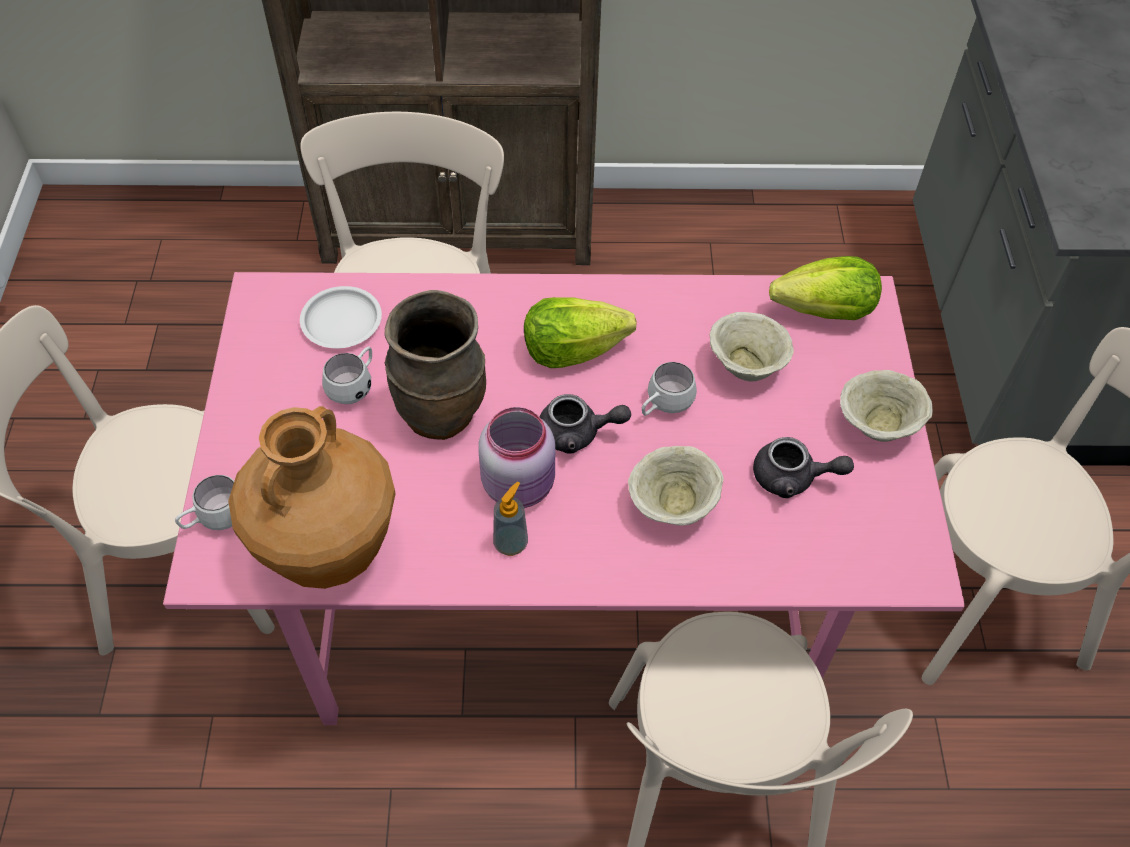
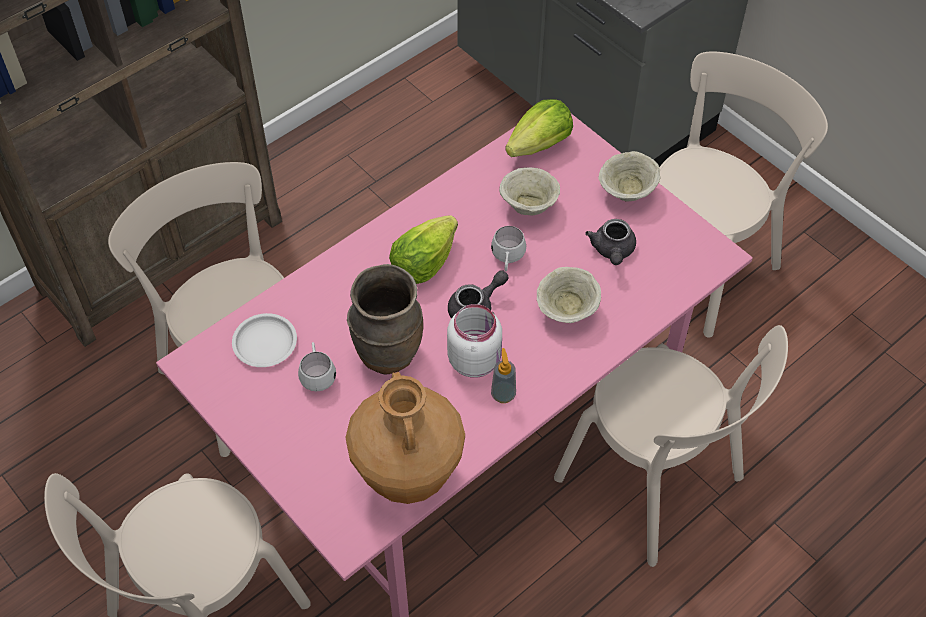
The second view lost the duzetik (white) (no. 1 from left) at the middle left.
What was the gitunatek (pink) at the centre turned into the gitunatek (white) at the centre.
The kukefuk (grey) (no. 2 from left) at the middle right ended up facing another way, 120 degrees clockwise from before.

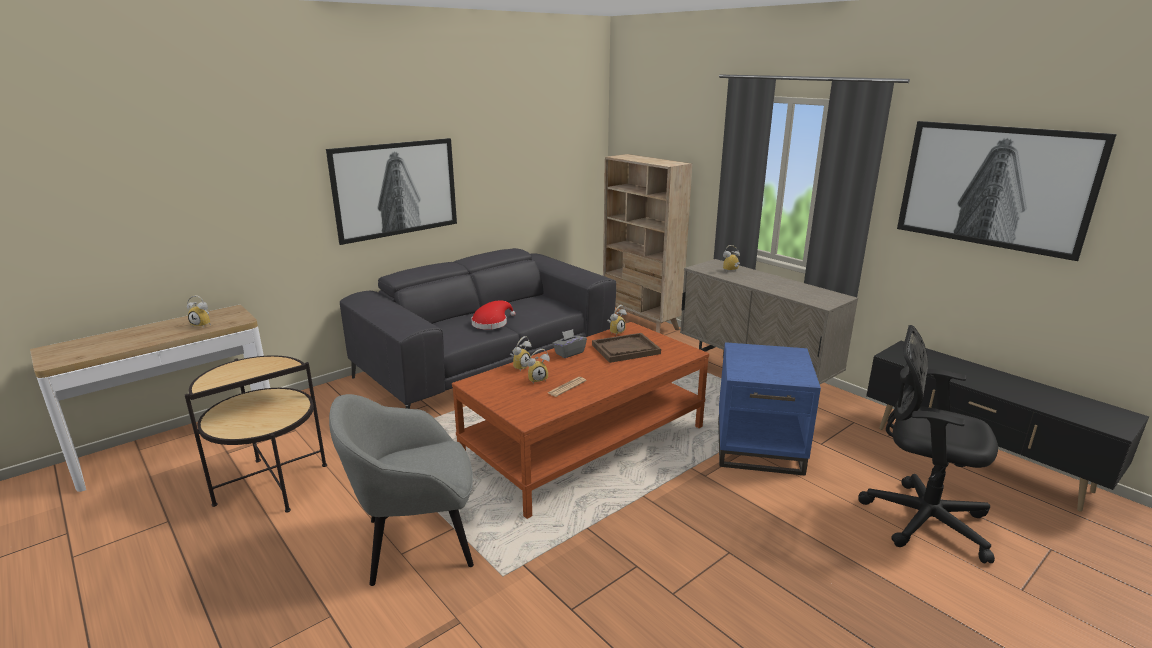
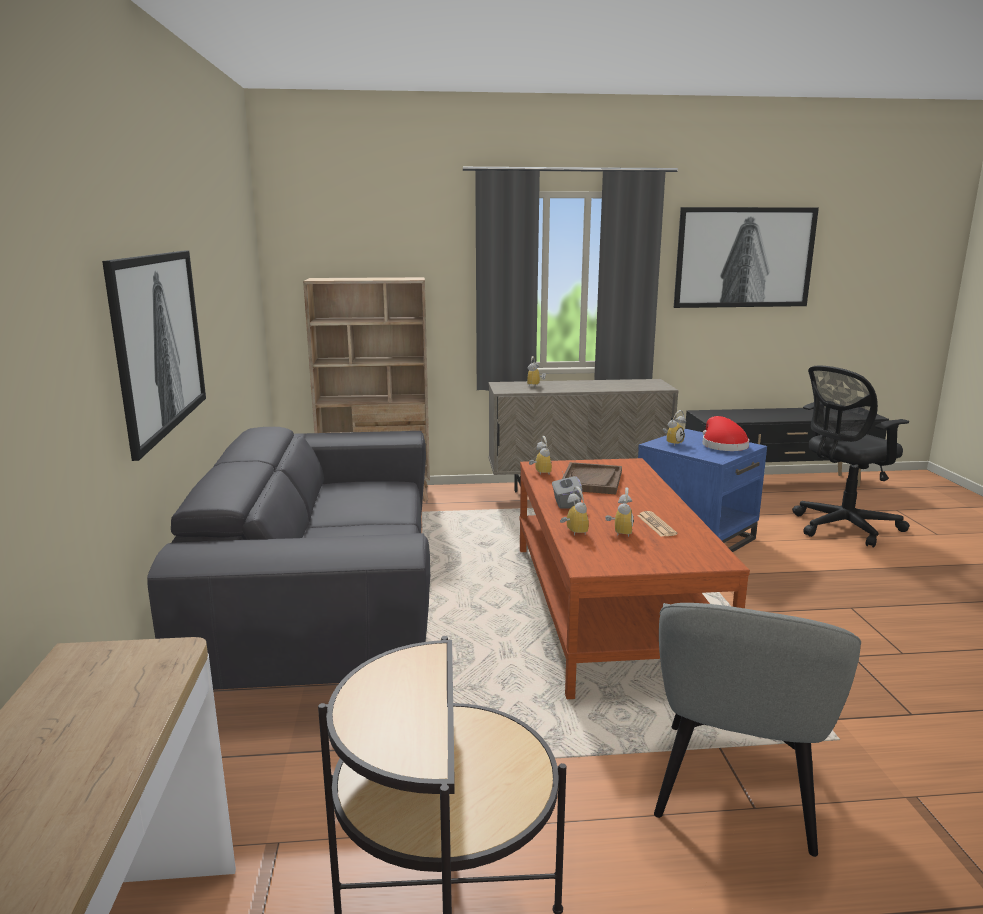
The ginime (no. 1 from left in the first image) ended up elsewhere, having gone from the middle left to the middle right.
The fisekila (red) ended up elsewhere, having gone from the centre to the middle right.

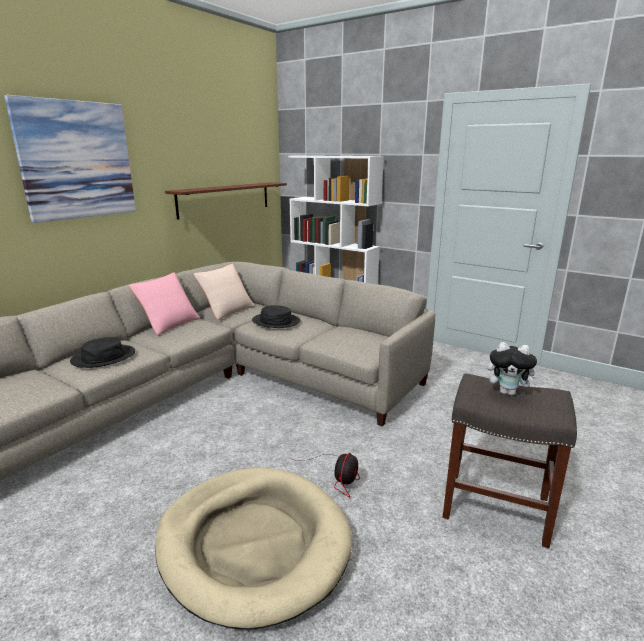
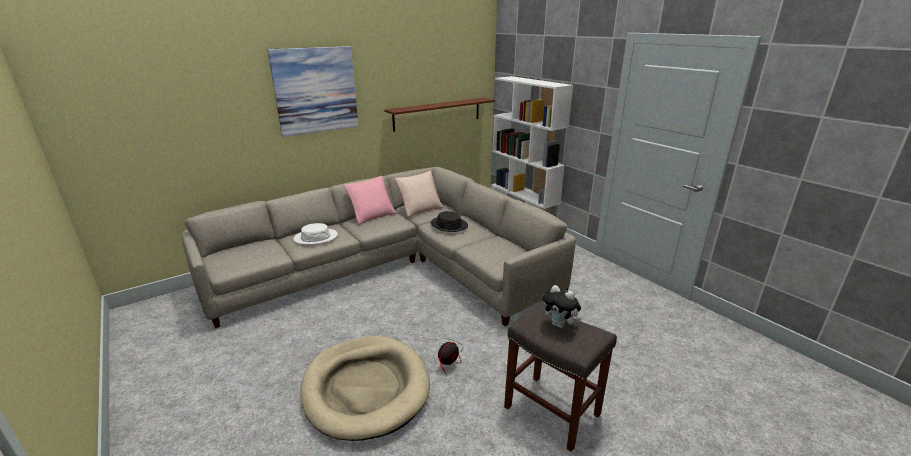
What was the fisekila (black) (no. 1 from left) at the middle left turned into the fisekila (white) at the centre.

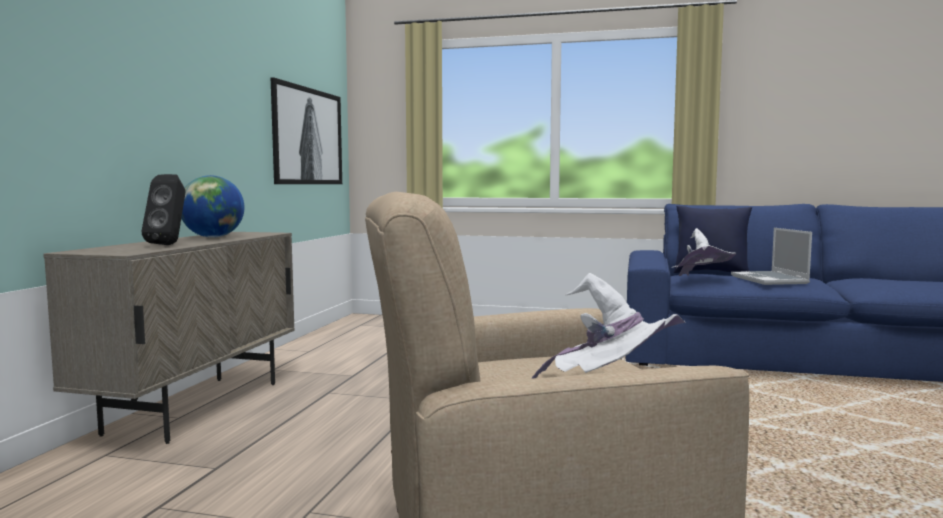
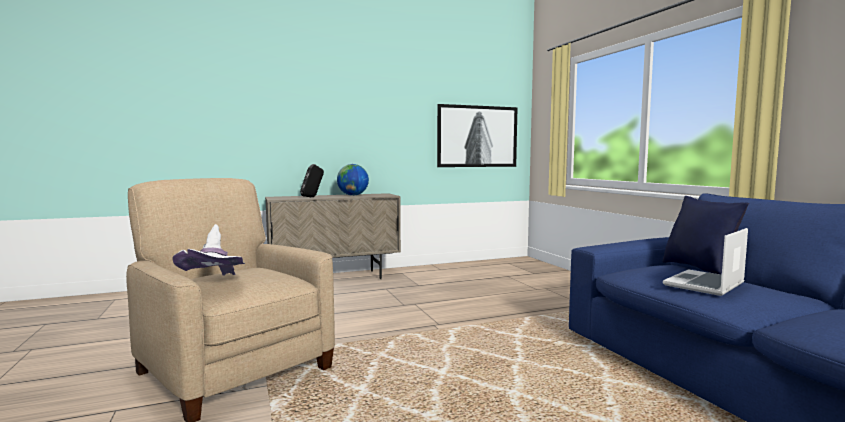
The second view lost the fisekila (white) (no. 2 from left) at the middle right.

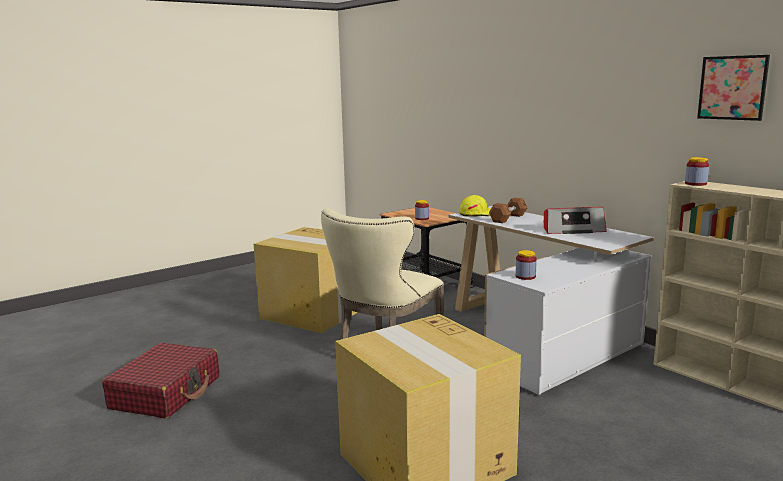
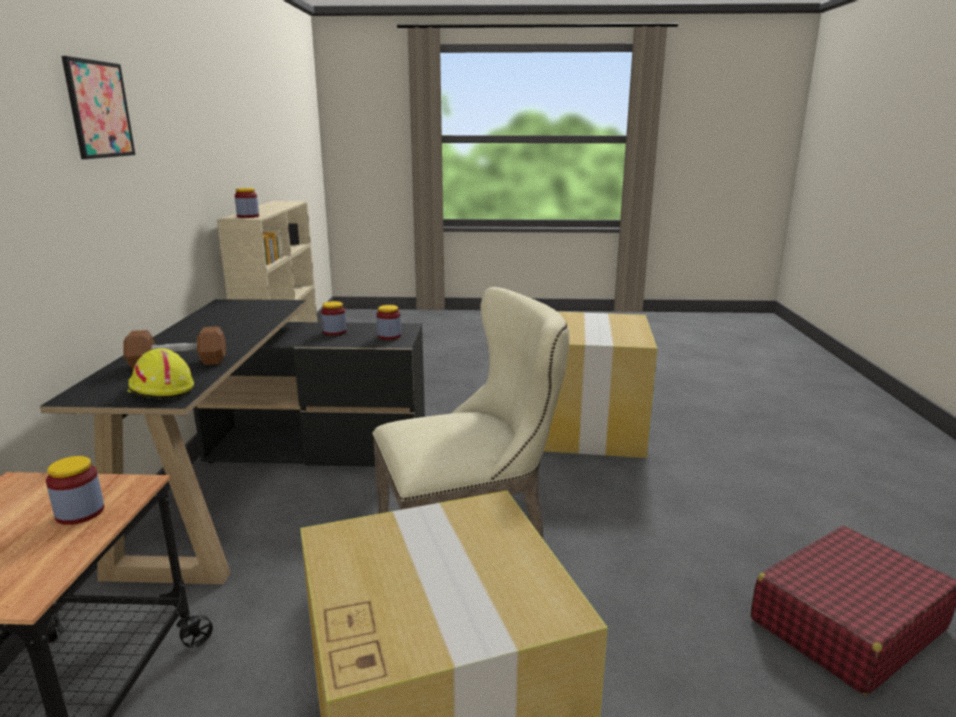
What was the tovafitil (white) at the middle right turned into the tovafitil (black) at the middle left.
The second view lost the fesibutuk at the middle right.
The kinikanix ended up elsewhere, having gone from the top right to the top left.
The second view gained the gitunatek (no. 3 from left) at the centre.

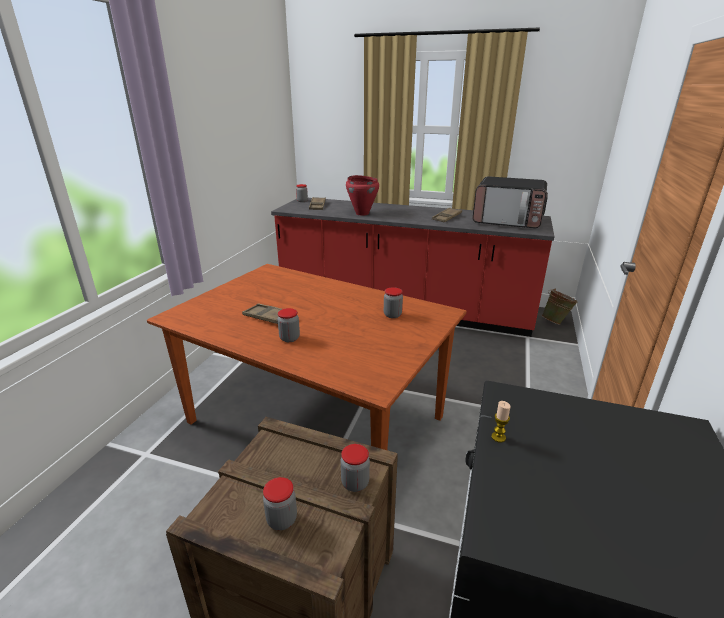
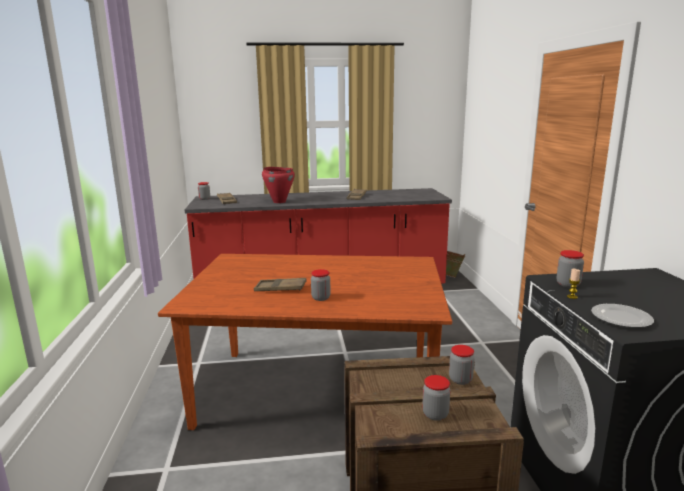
The gitunatek (no. 5 from left) ended up elsewhere, having gone from the centre to the middle right.
The second view lost the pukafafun at the top right.
The second view gained the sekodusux at the middle right.

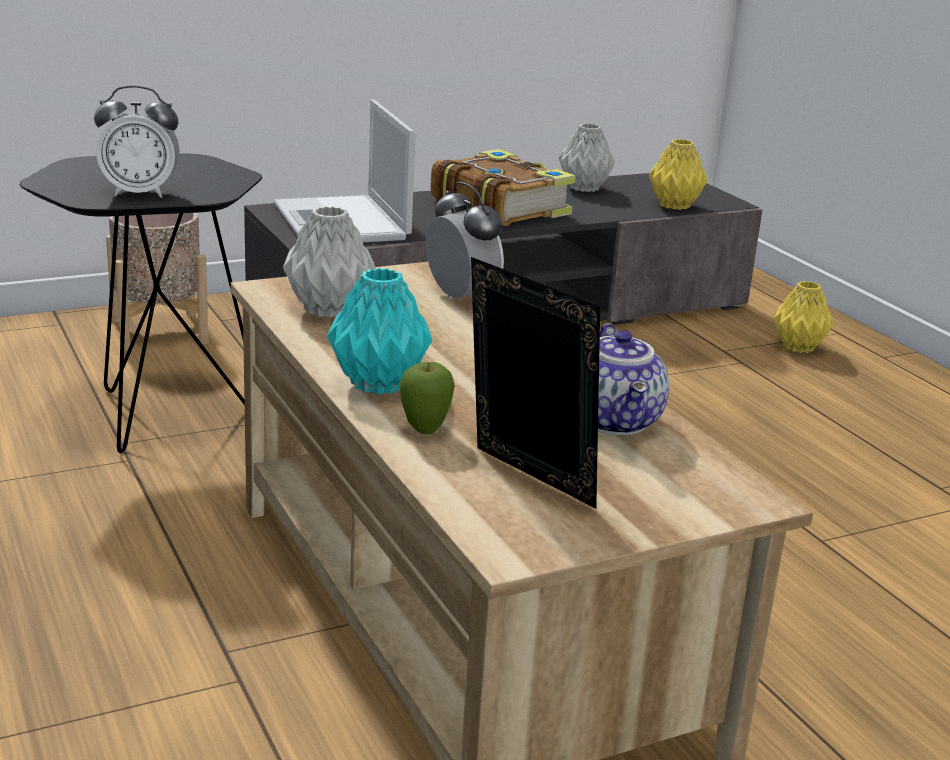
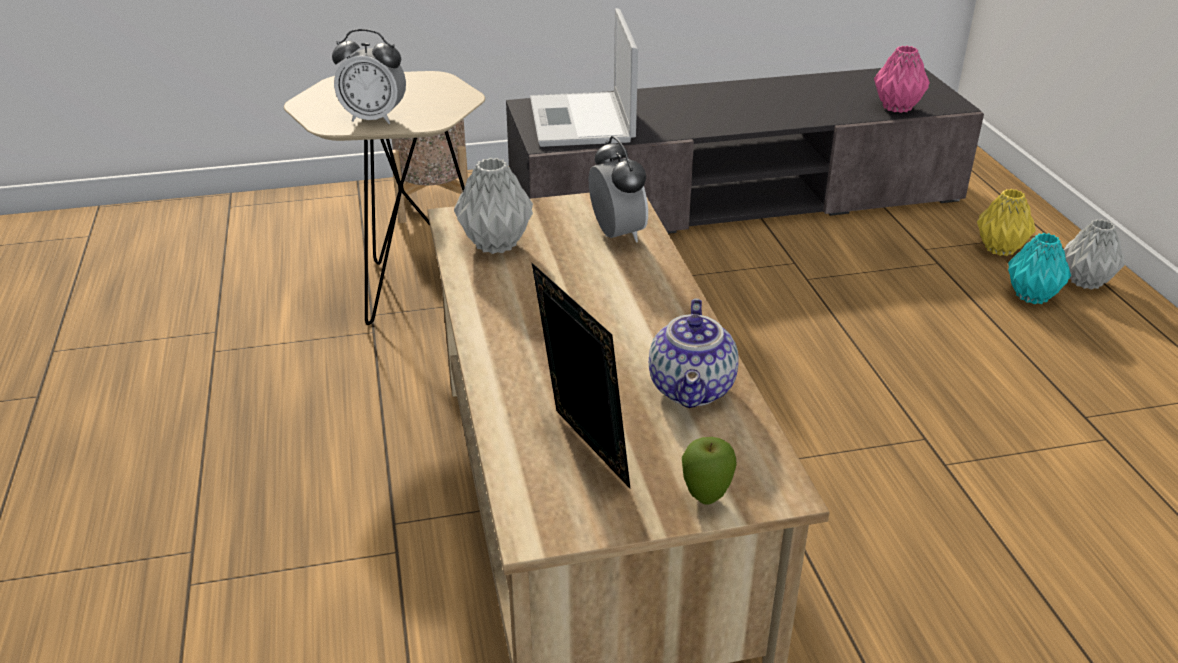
What was the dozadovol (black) at the middle left turned into the dozadovol (beige) at the top left.
The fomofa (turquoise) ended up elsewhere, having gone from the centre to the middle right.
The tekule ended up elsewhere, having gone from the centre to the bottom centre.
The second view lost the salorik at the top centre.
The fomofa (grey) (no. 2 from left) ended up elsewhere, having gone from the top centre to the middle right.
What was the fomofa (yellow) (no. 1 from left) at the top right turned into the fomofa (pink) at the top right.

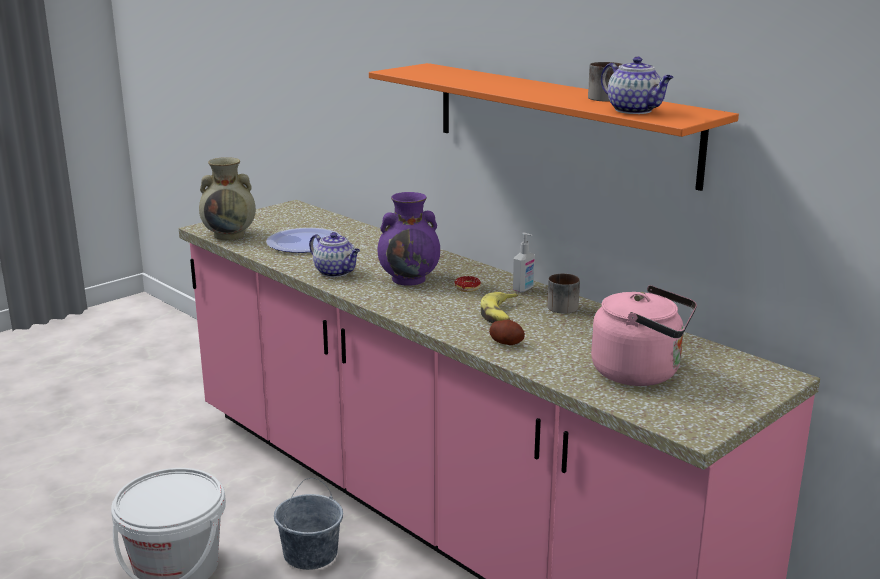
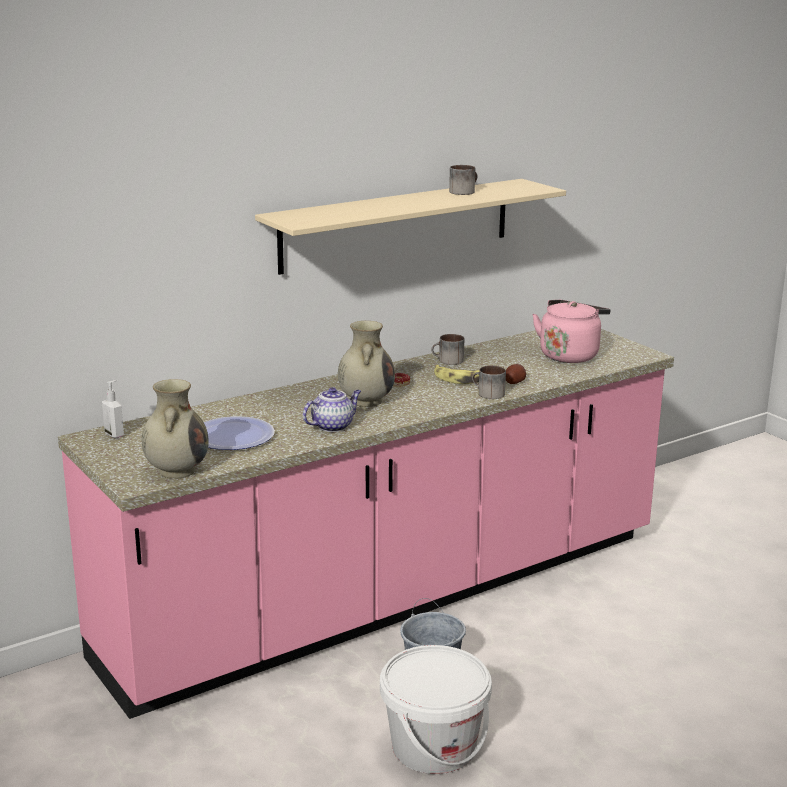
What was the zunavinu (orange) at the top centre turned into the zunavinu (beige) at the top centre.
What was the fomofa (purple) at the centre turned into the fomofa (beige) (no. 2 from left) at the centre.
The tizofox ended up elsewhere, having gone from the centre to the middle left.
The second view lost the kukefuk (no. 2 from left) at the top right.
The second view gained the duzetik (no. 3 from left) at the centre.

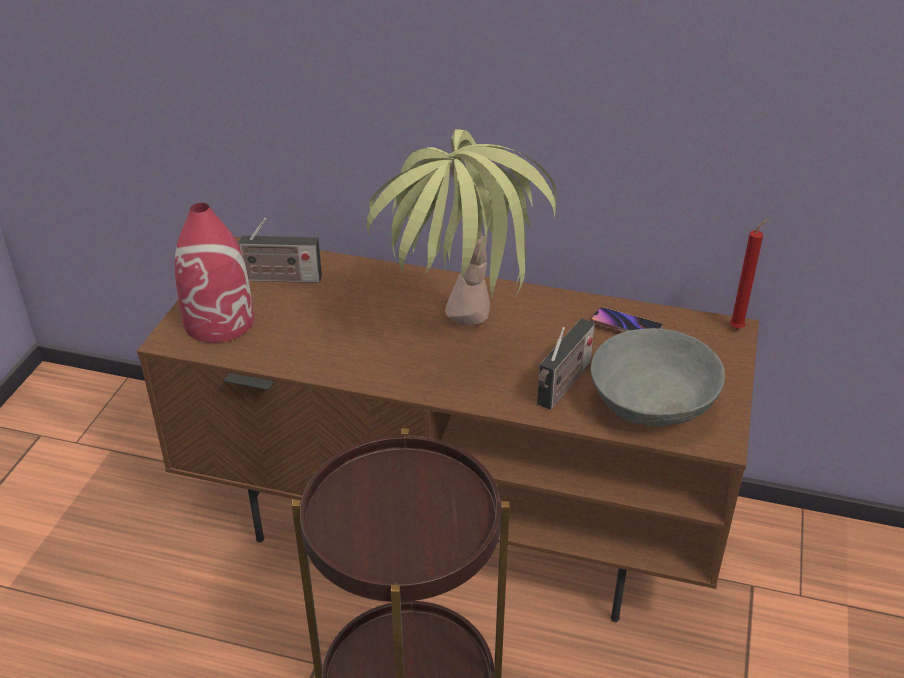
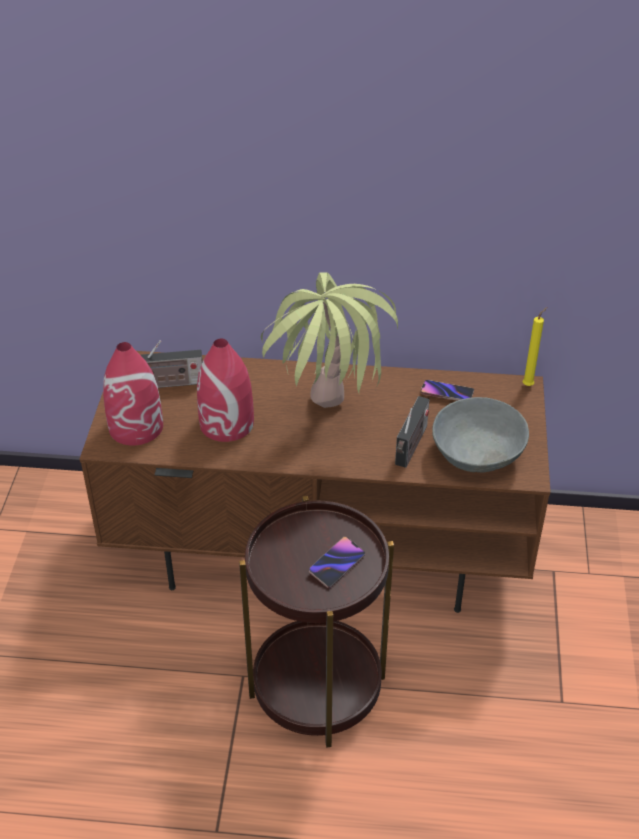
What was the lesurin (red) at the middle right turned into the lesurin (yellow) at the middle right.
The second view gained the fomofa (red) (no. 2 from left) at the centre.
The second view gained the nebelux (no. 1 from left) at the bottom centre.

